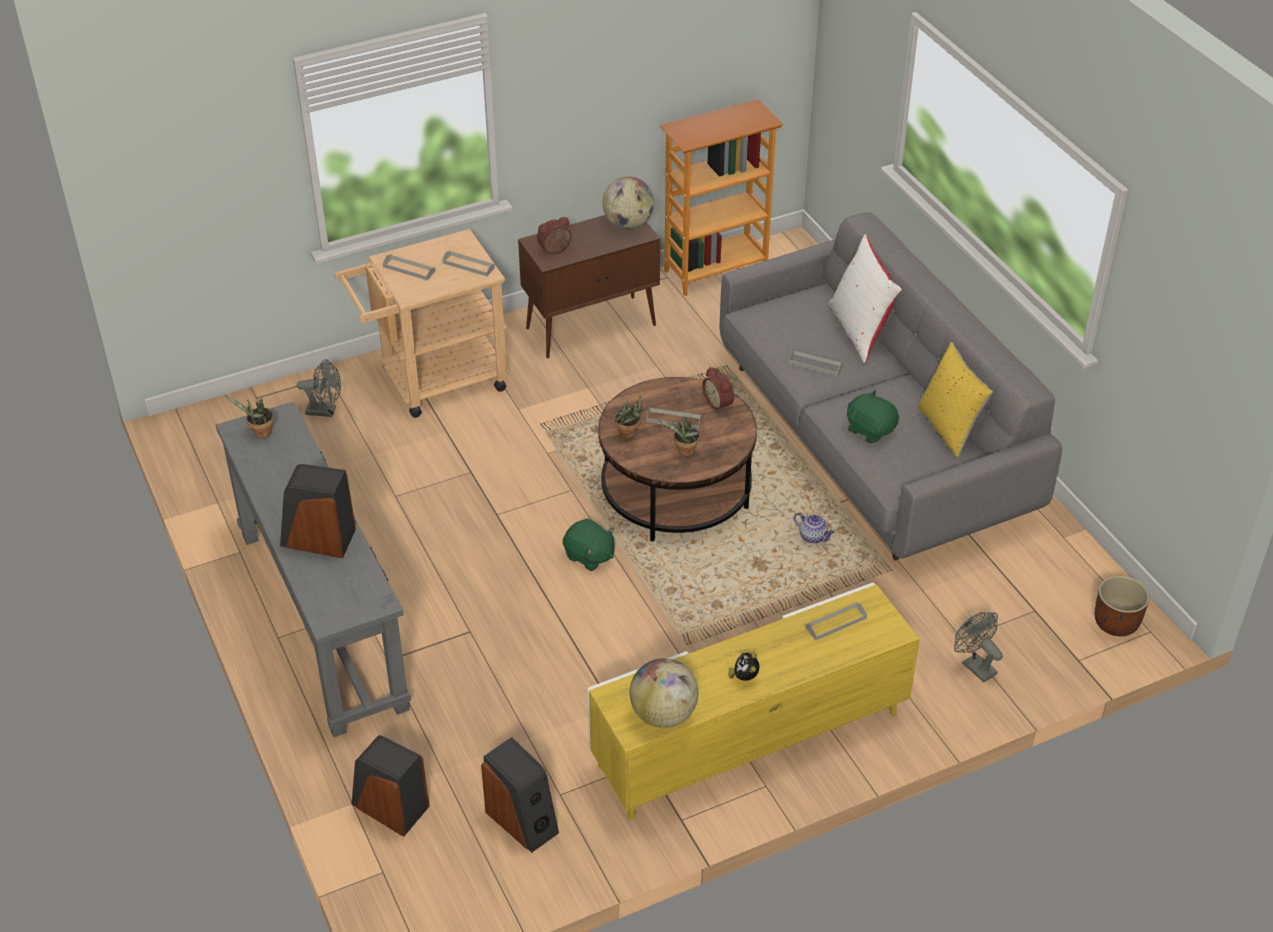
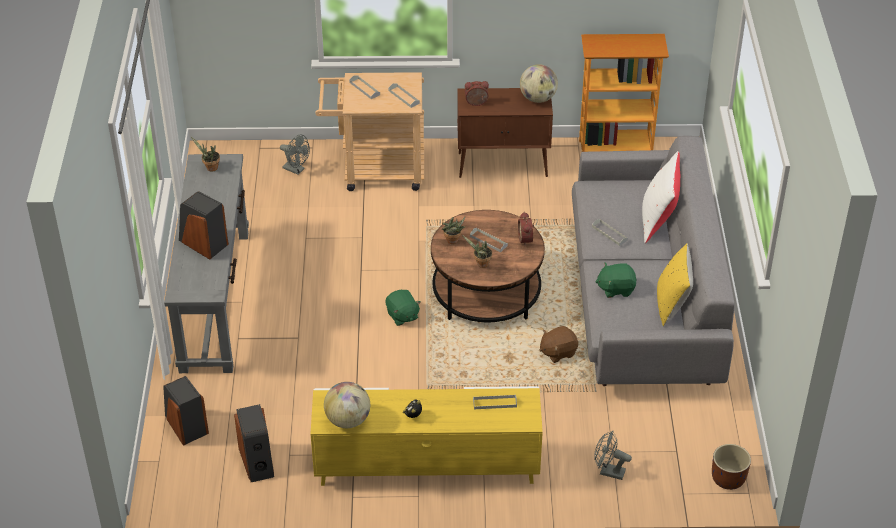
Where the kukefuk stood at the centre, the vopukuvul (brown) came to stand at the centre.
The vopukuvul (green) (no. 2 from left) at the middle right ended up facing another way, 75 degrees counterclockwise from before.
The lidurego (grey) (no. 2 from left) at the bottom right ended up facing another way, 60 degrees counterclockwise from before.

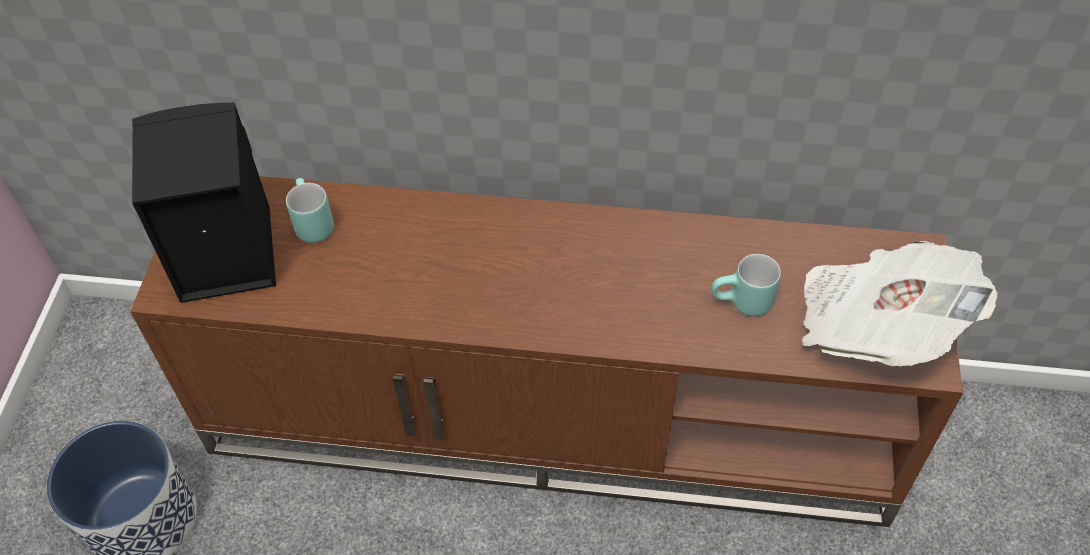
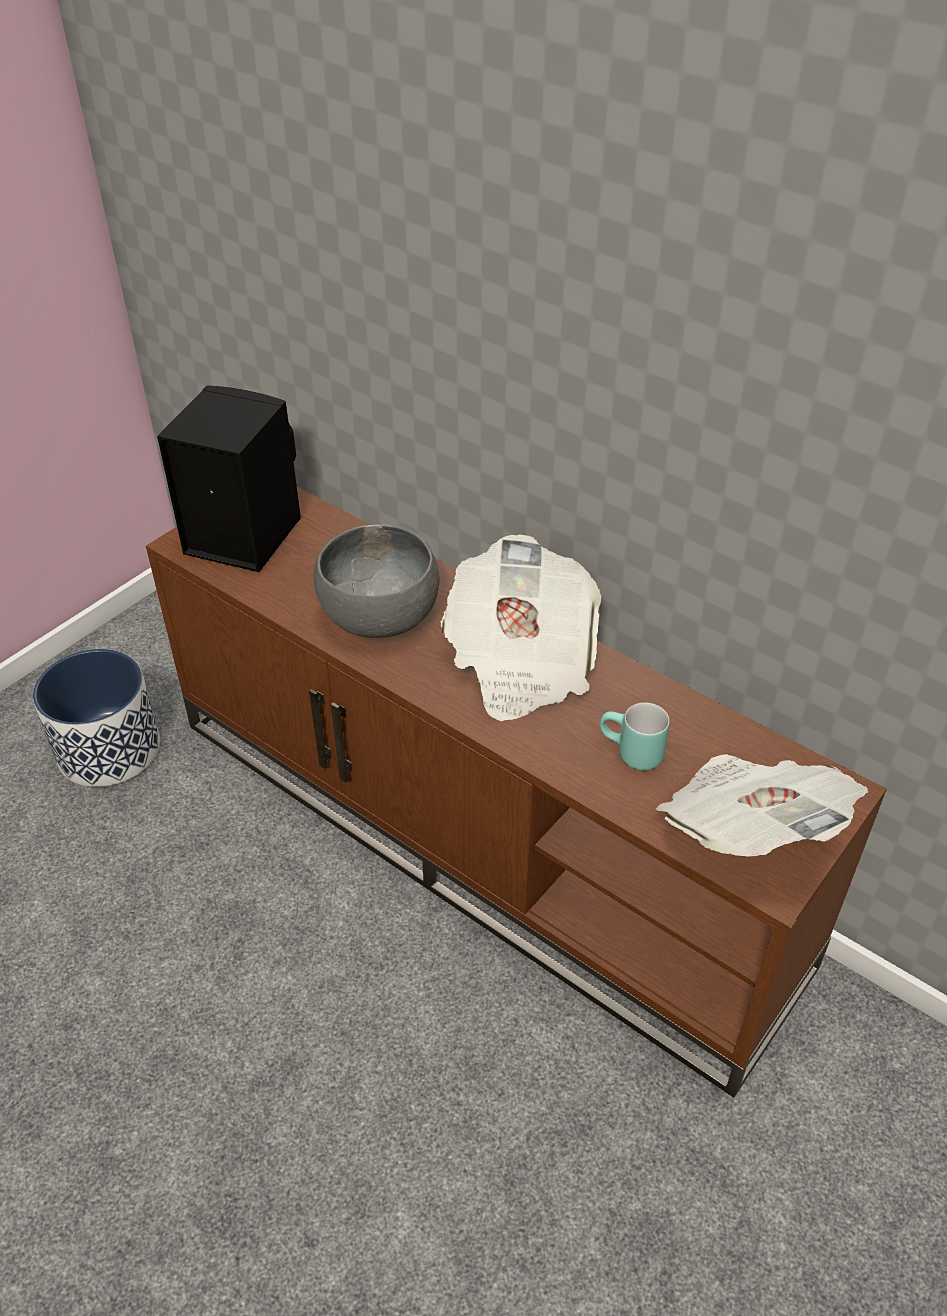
The second view lost the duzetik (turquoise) (no. 1 from left) at the middle left.
The second view gained the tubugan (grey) at the centre.
The second view gained the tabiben (no. 1 from left) at the centre.

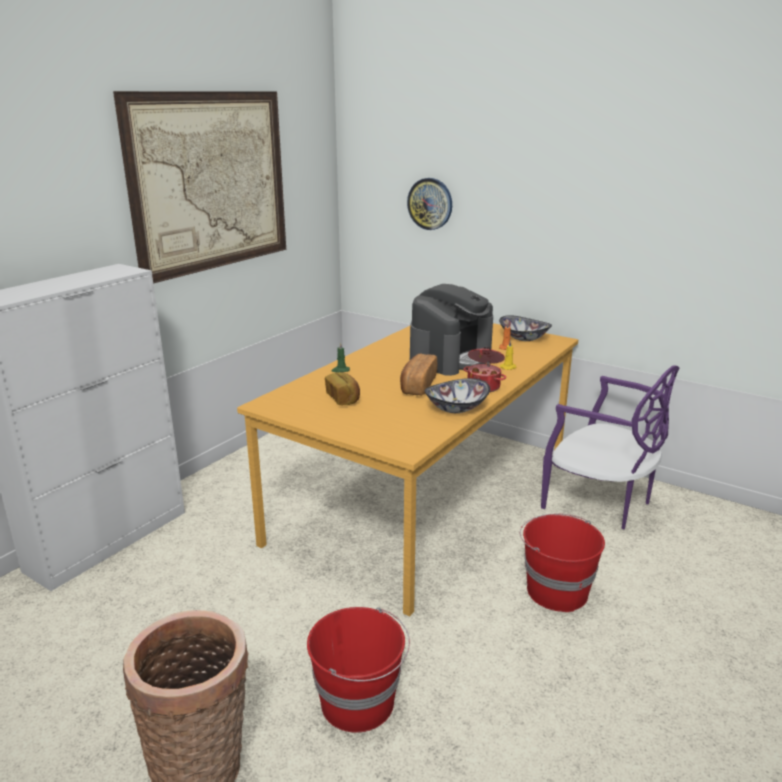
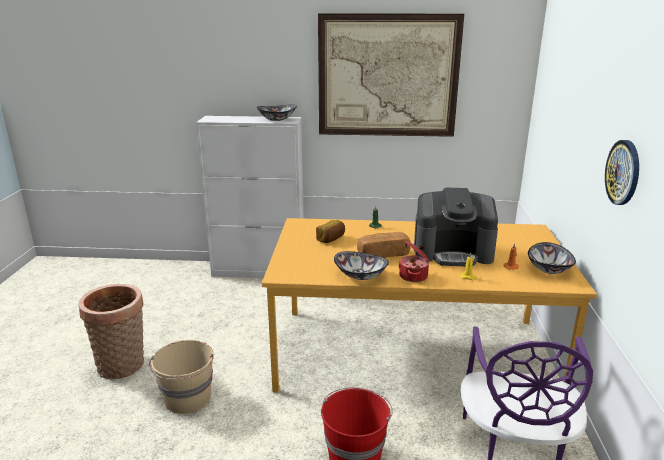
What was the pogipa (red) (no. 1 from left) at the bottom centre turned into the pogipa (beige) at the bottom left.
The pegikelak ended up elsewhere, having gone from the top centre to the middle right.
The second view gained the tubugan (no. 1 from left) at the top centre.

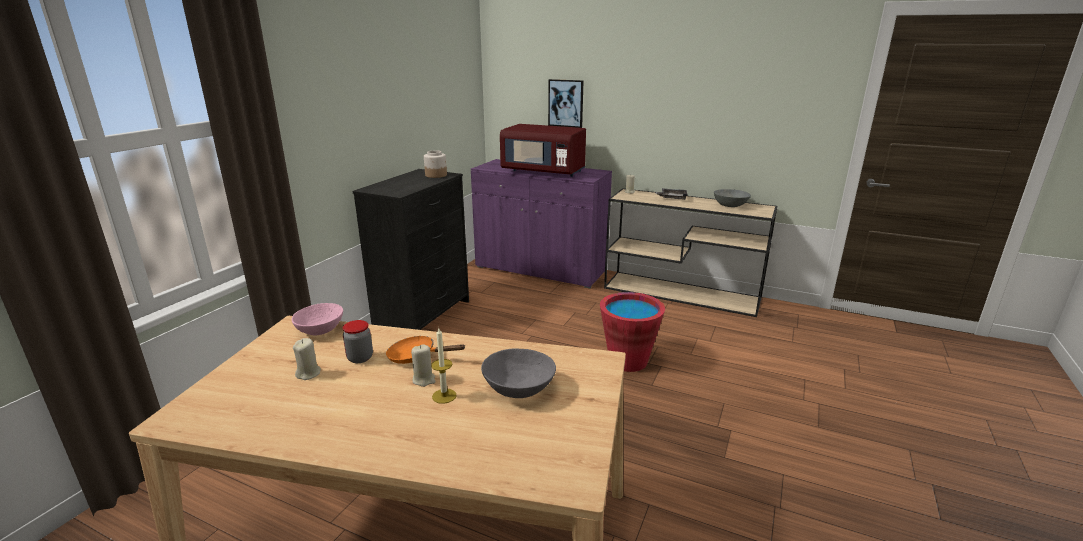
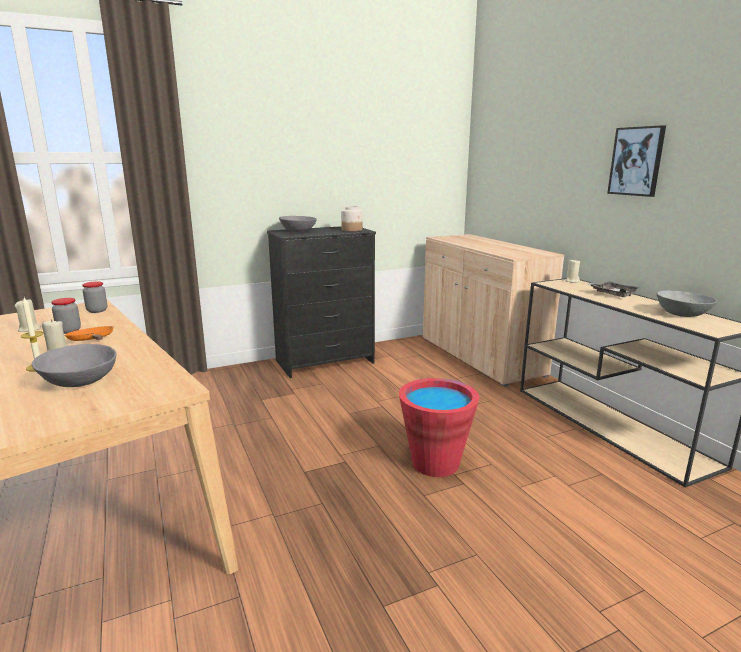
Where the tubugan (pink) stood at the middle left, the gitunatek (no. 2 from left) came to stand at the middle left.
What was the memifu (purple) at the centre turned into the memifu (beige) at the middle right.
The second view lost the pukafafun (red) at the top centre.
The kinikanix ended up elsewhere, having gone from the top centre to the top right.
The second view gained the tubugan (grey) (no. 2 from left) at the centre.

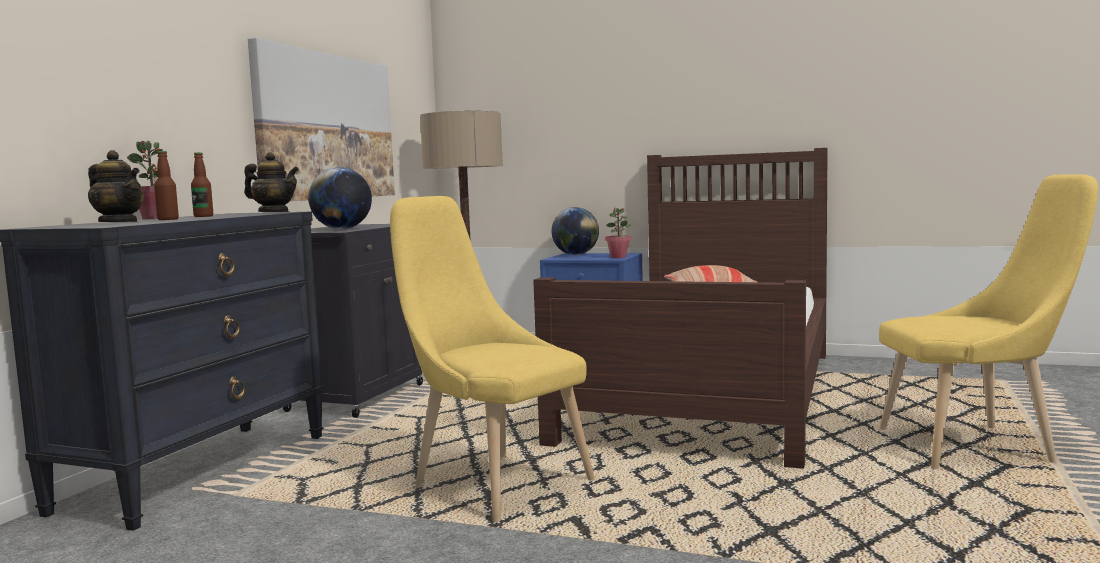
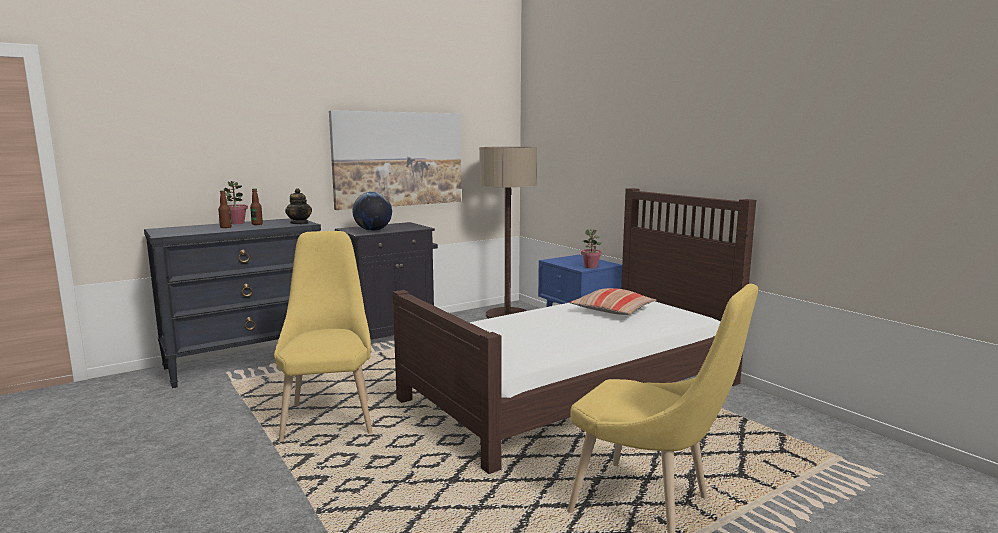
The second view lost the kukefuk (no. 1 from left) at the top left.
The second view lost the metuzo (no. 2 from left) at the centre.

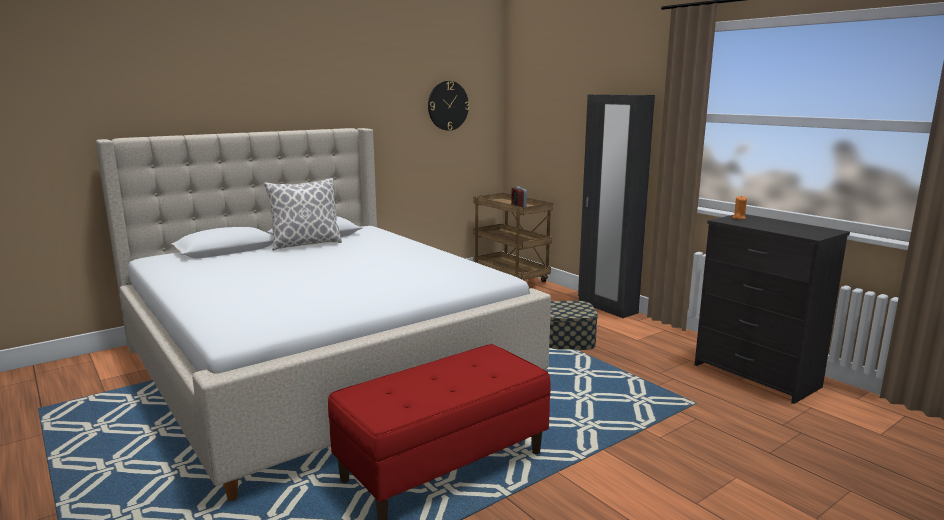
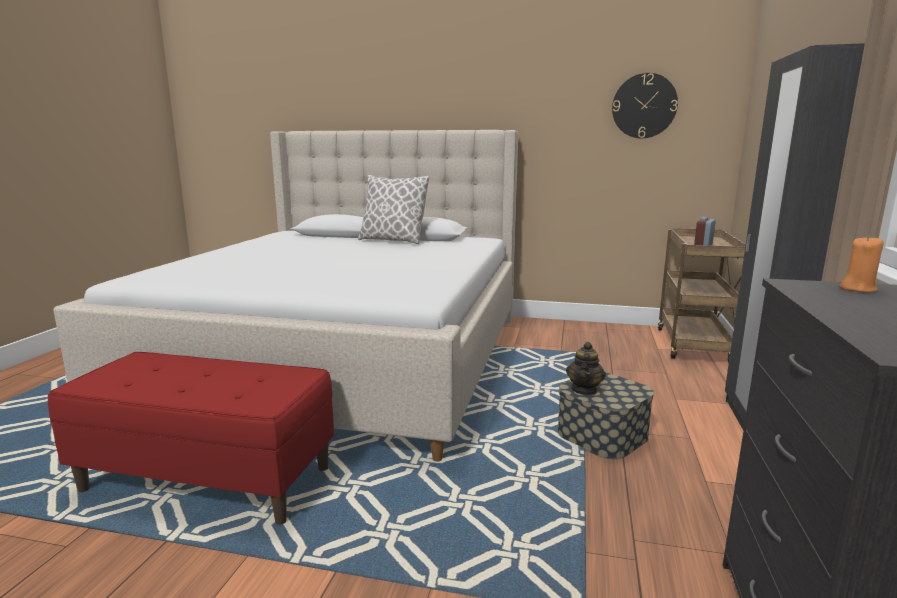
The second view gained the kukefuk at the centre.

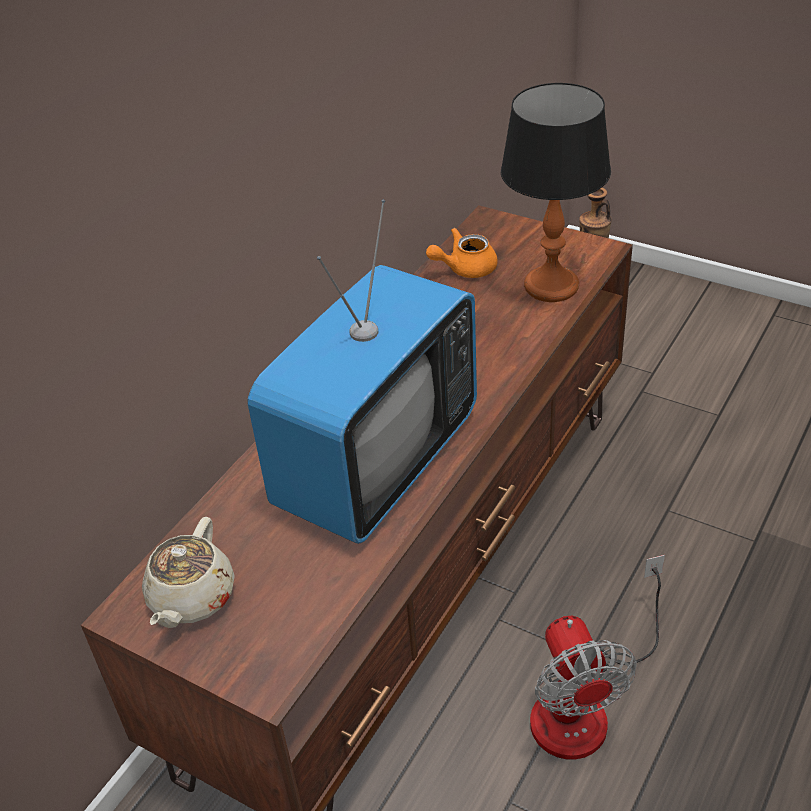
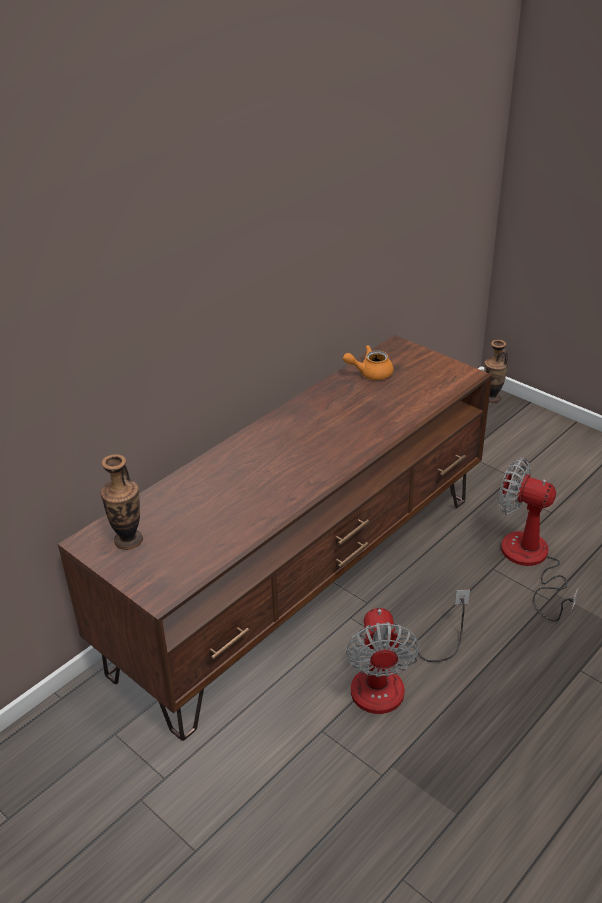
Where the kukefuk (beige) stood at the bottom left, the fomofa (no. 1 from left) came to stand at the middle left.
The second view lost the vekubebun at the centre.
The second view lost the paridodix at the top right.
The second view gained the lidurego (no. 2 from left) at the middle right.

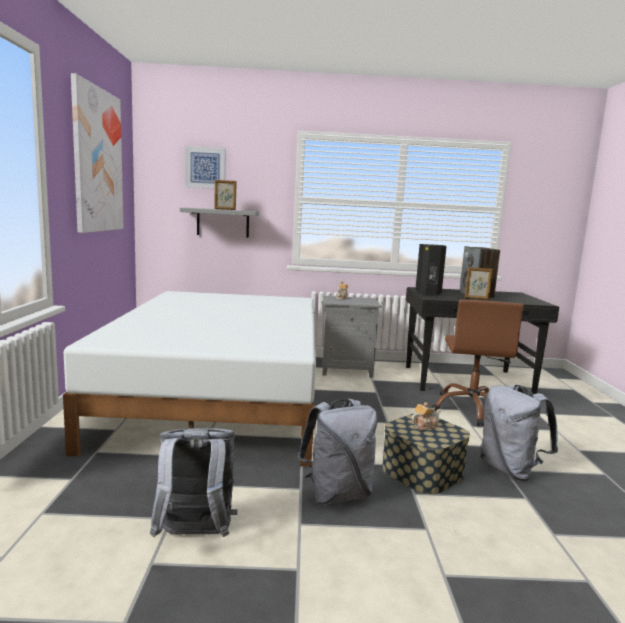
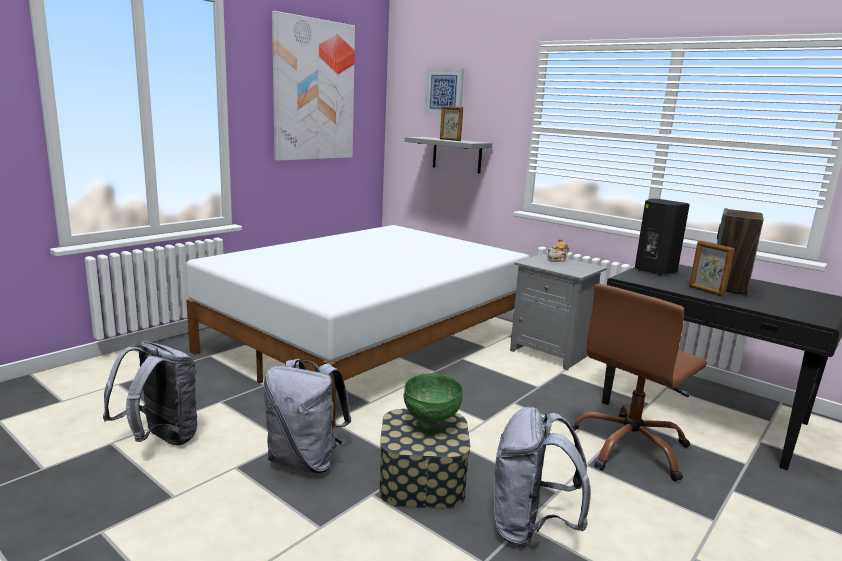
Where the kukefuk (no. 2 from left) stood at the bottom right, the tubugan (green) came to stand at the bottom centre.

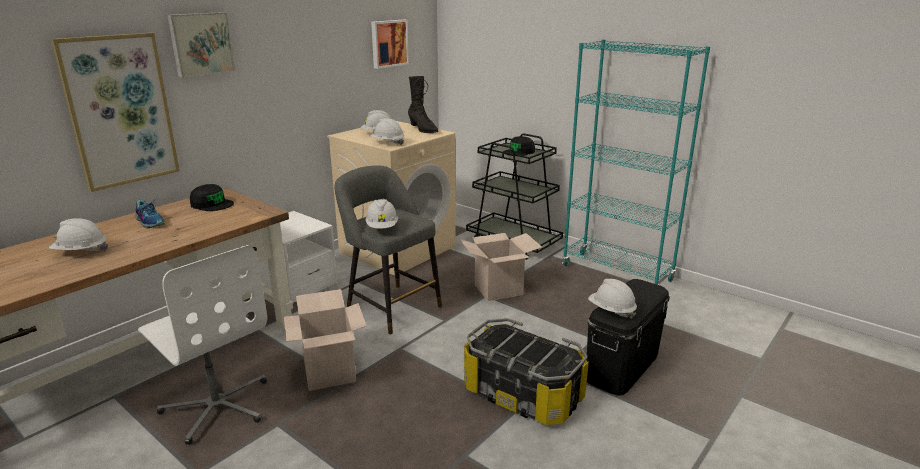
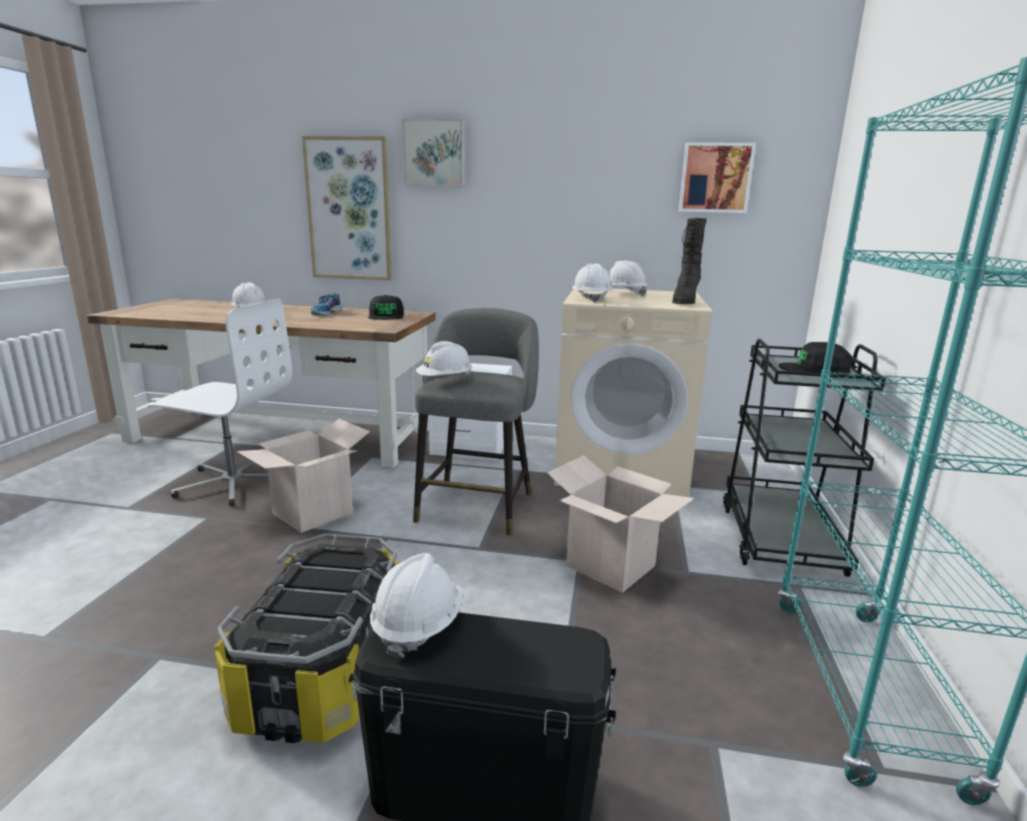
The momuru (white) at the bottom left ended up facing another way, 90 degrees counterclockwise from before.

